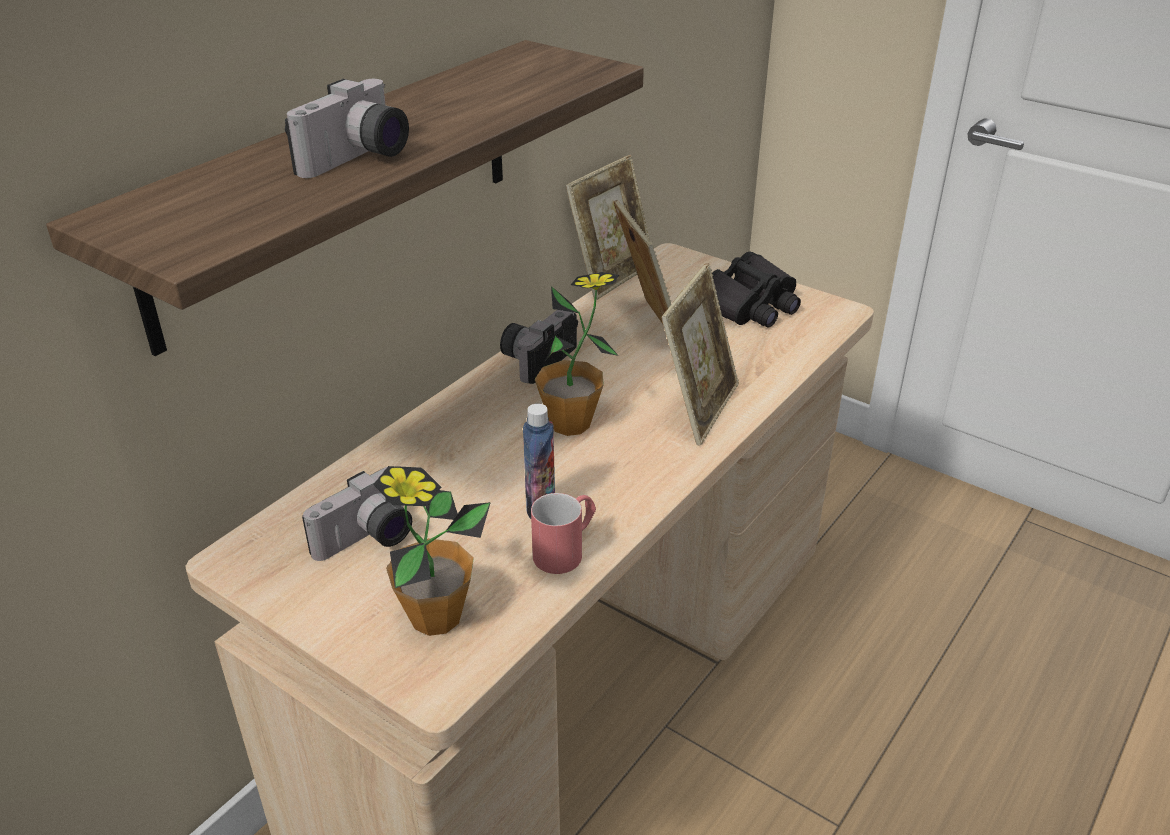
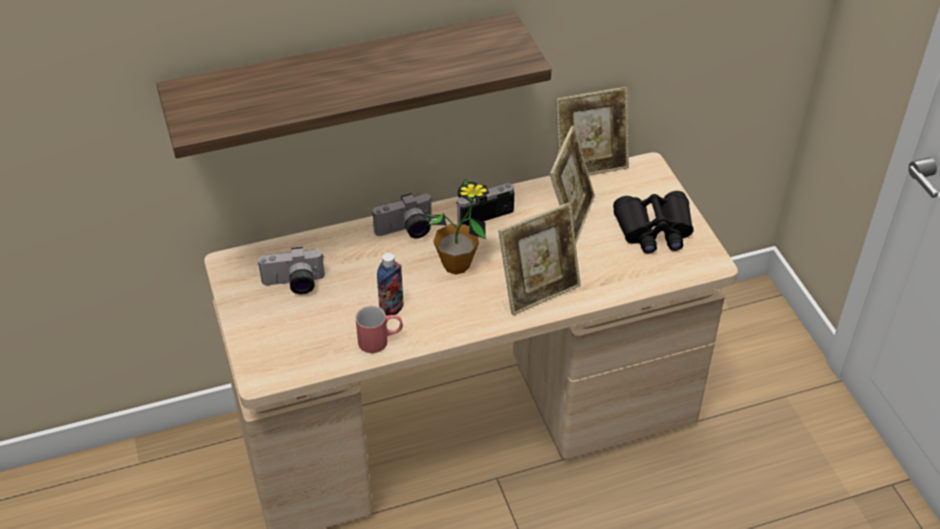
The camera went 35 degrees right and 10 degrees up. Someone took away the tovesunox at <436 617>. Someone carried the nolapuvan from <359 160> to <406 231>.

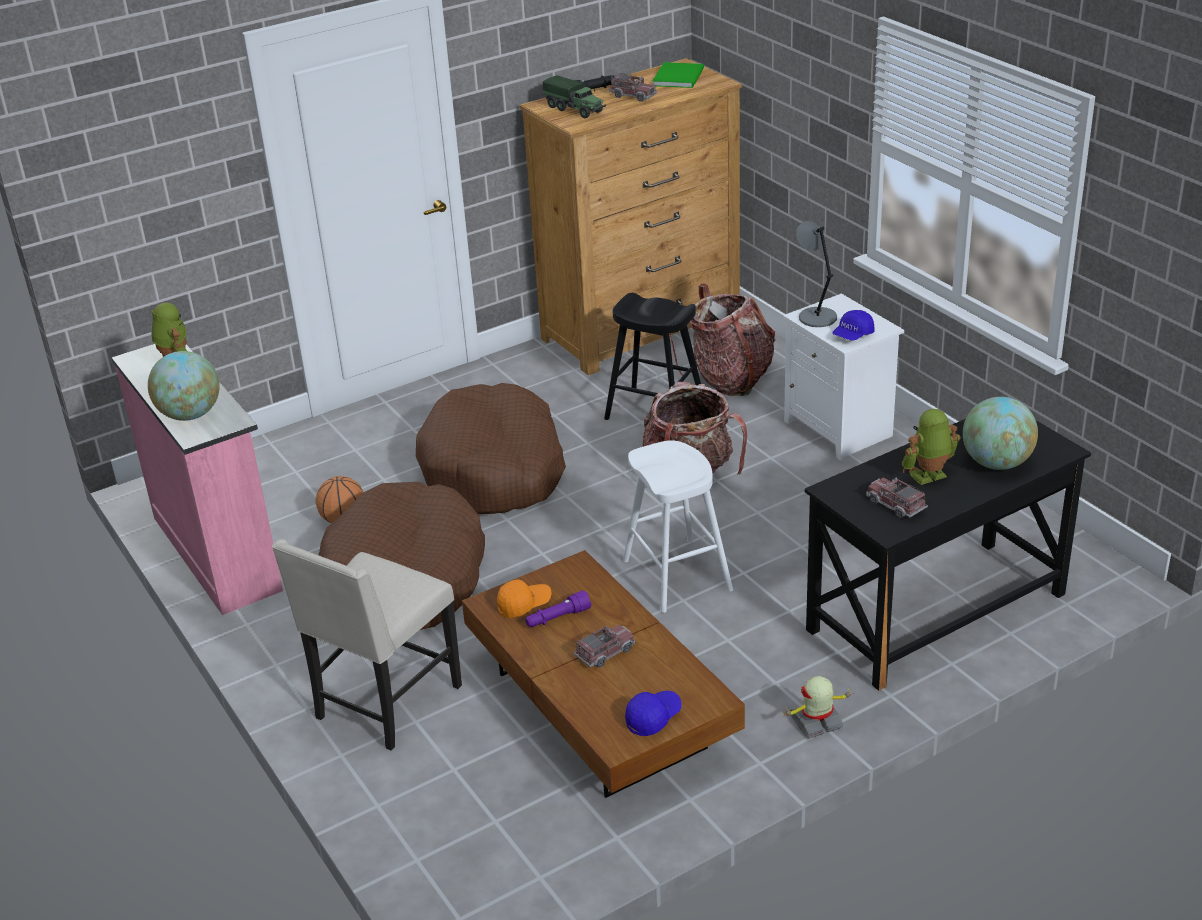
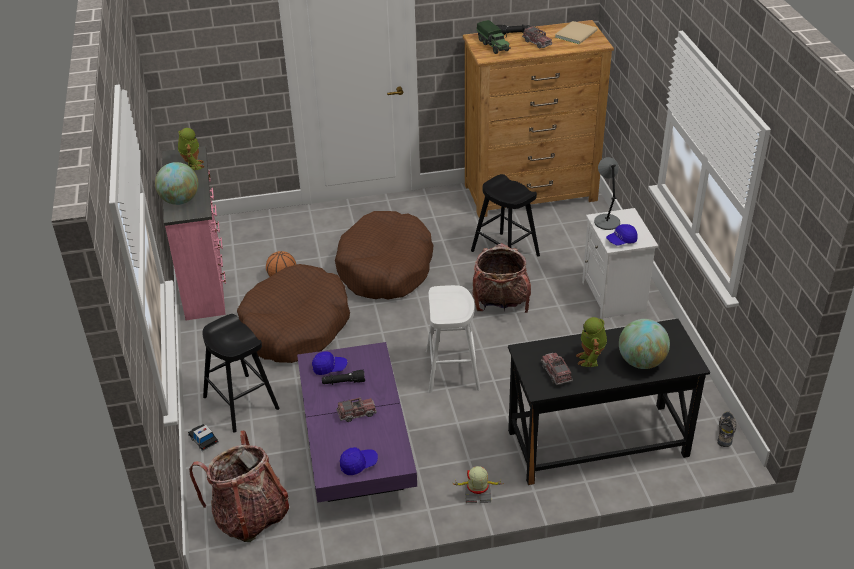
The camera went 20 degrees right and 5 degrees up. Someone put down the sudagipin at <203 439>. Someone put down the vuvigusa at <726 432>. Someone carried the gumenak from <728 379> to <250 516>. Someone swapped the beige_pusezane at <385 703> for the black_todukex at <241 403>. Someone repainted the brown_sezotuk at <599 710>, which became the purple_sezotuk at <355 445>. Someone repainted the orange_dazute at <524 605>, which became the blue_dazute at <329 368>. Someone repainted the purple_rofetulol at <557 618>, which became the black_rofetulol at <343 382>. Someone repainted the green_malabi at <680 76>, which became the beige_malabi at <577 34>. Someone rotated the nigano at <929 477> by 90 degrees counterclockwise.

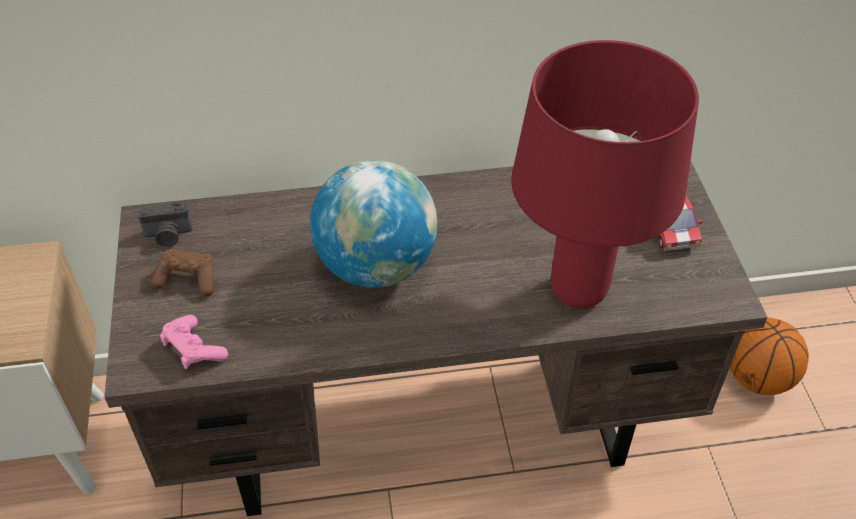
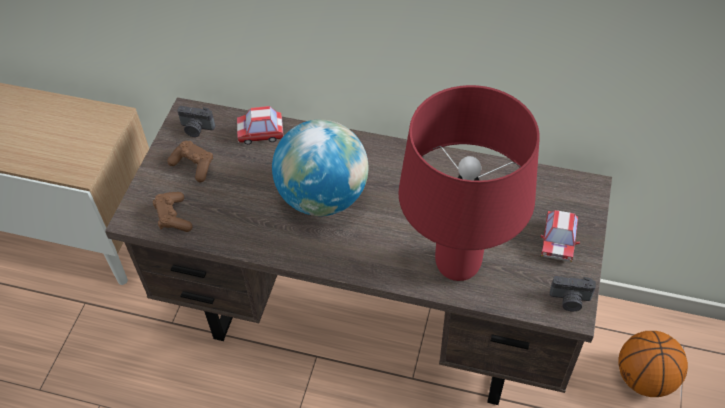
The camera went 25 degrees right and 5 degrees up. Someone put down the sudagipin at <261 133>. Someone put down the nolapuvan at <570 300>. Someone repainted the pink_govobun at <194 350>, which became the brown_govobun at <173 217>.

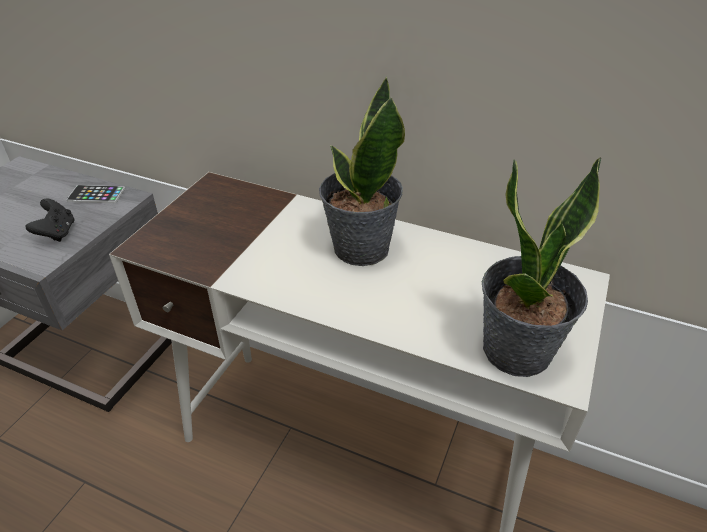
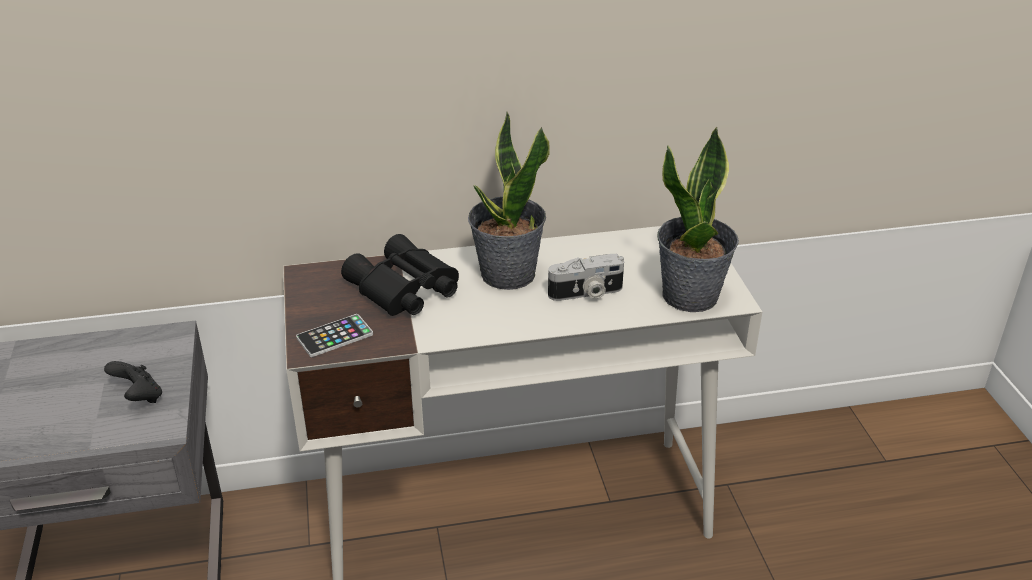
The camera went 35 degrees left and 5 degrees down. Someone put down the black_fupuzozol at <403 290>. Someone put down the nolapuvan at <586 293>. Someone carried the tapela from <96 195> to <335 336>.

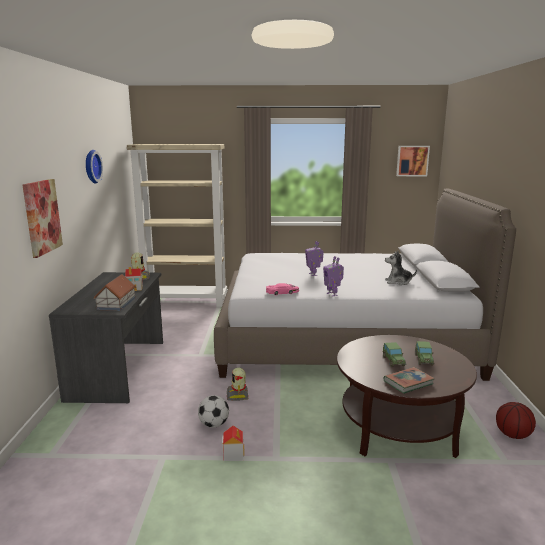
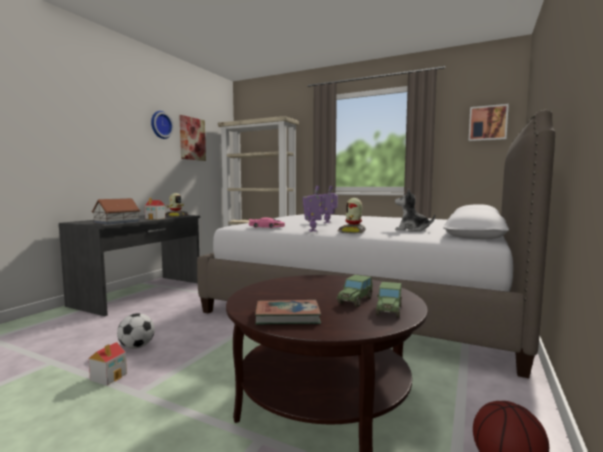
The camera went 25 degrees right and 10 degrees down. Someone carried the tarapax from <42 217> to <192 139>. Someone carried the nigano from <238 395> to <352 232>. Someone carried the sudagipin from <393 361> to <389 310>.

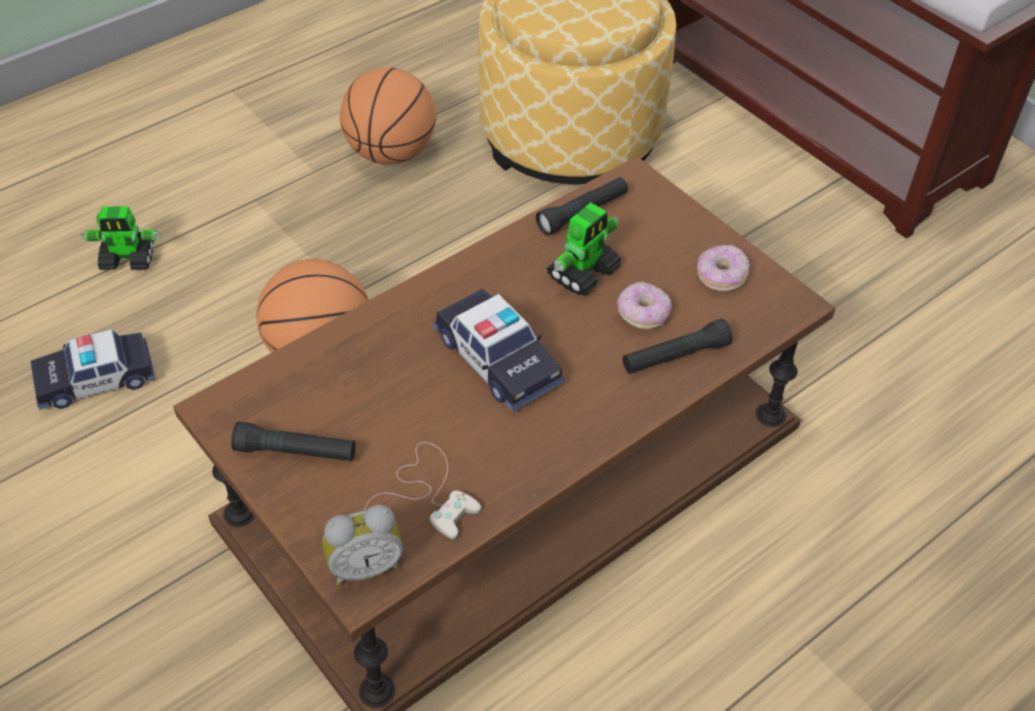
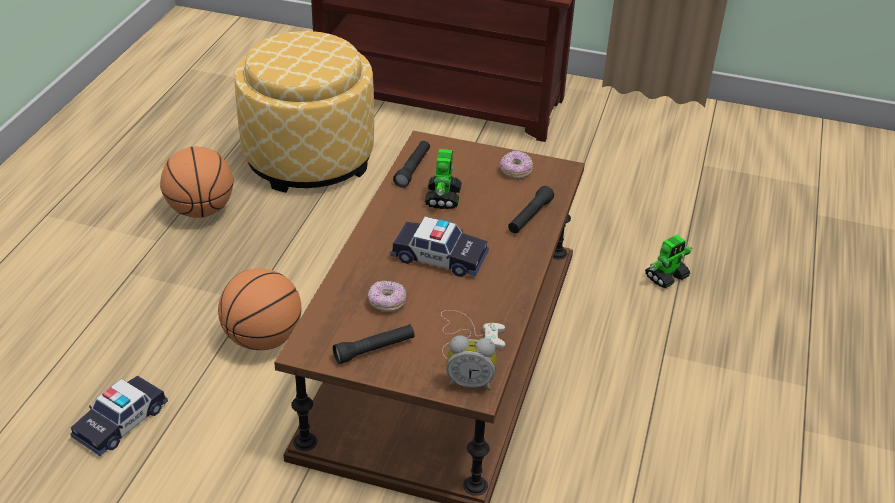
The camera went 35 degrees left and 10 degrees down. Someone carried the nigano from <128 259> to <667 276>. Someone carried the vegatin from <643 314> to <387 303>. Someone rotated the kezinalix at <365 566> by 60 degrees clockwise.

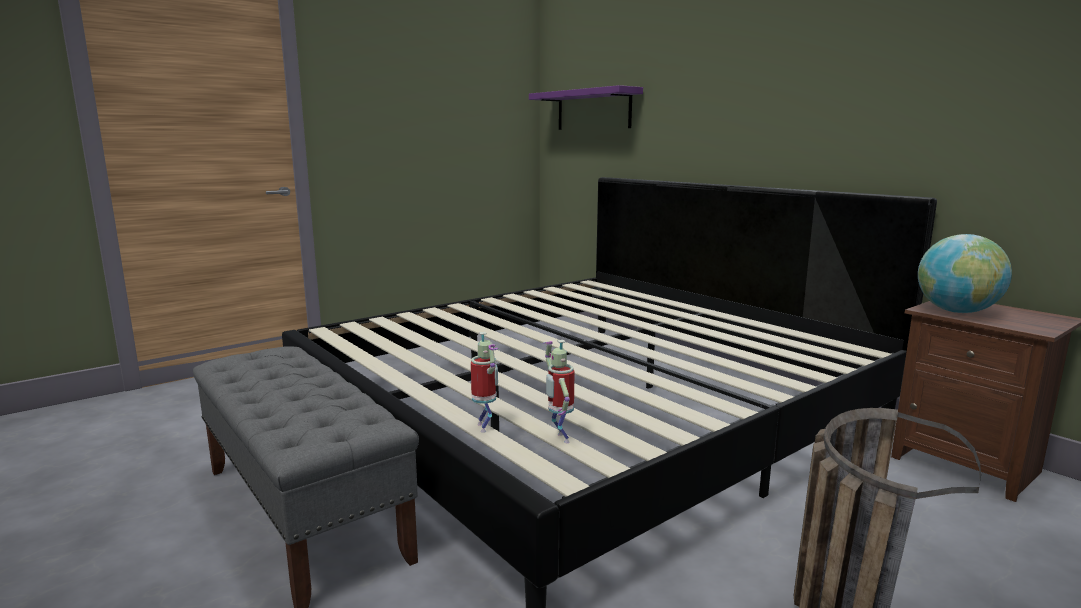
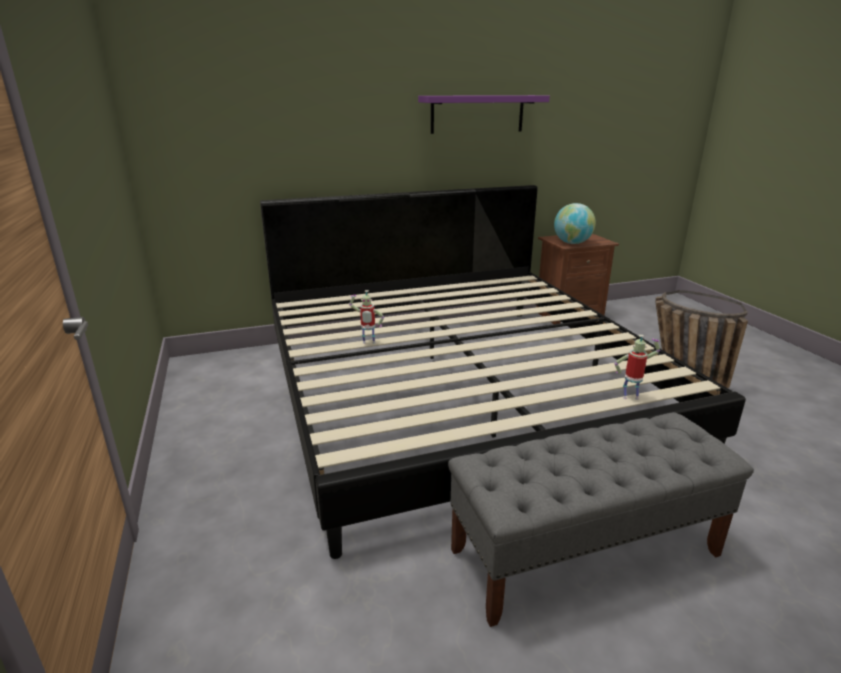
The camera went 70 degrees left and 10 degrees up. Someone carried the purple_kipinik from <593 110> to <477 114>. Someone carried the nigano from <559 438> to <368 343>.

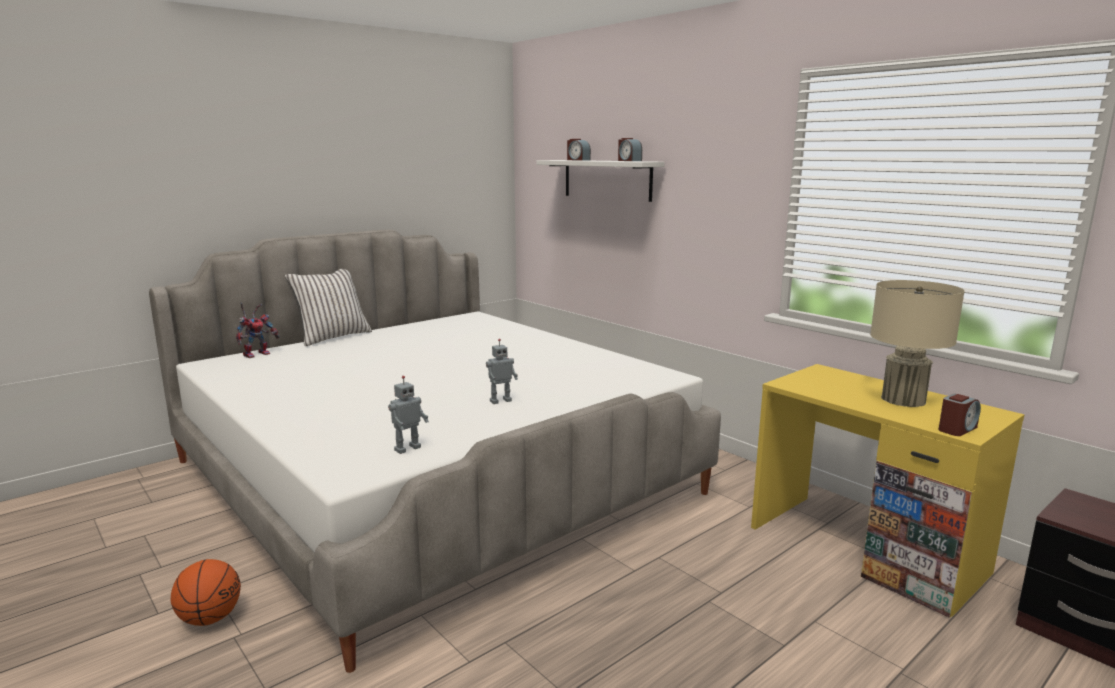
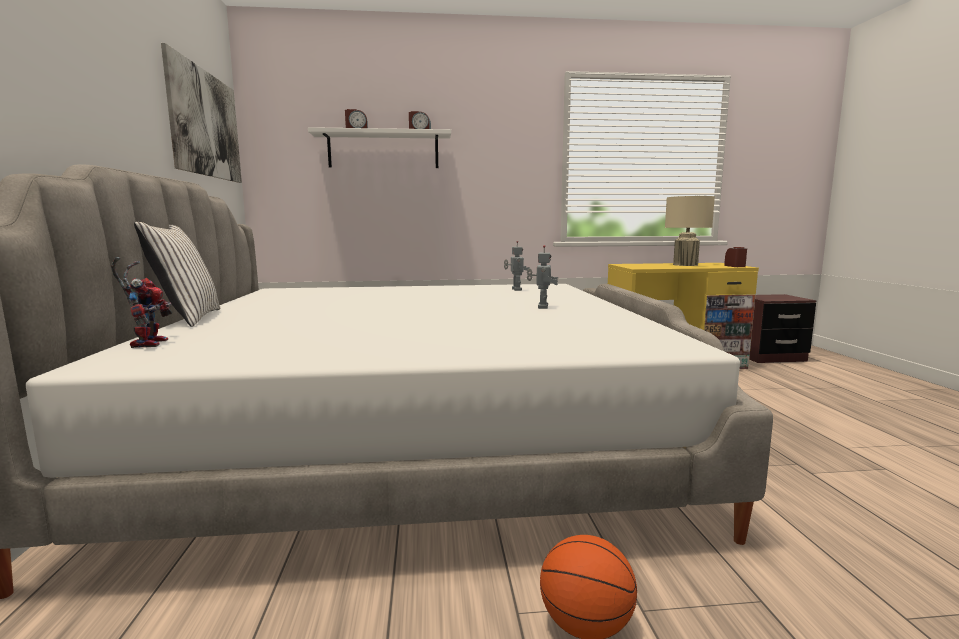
The camera went 55 degrees left and 5 degrees down. Someone put up the tarapax at <206 124>. Someone carried the nigano from <407 448> to <515 289>.

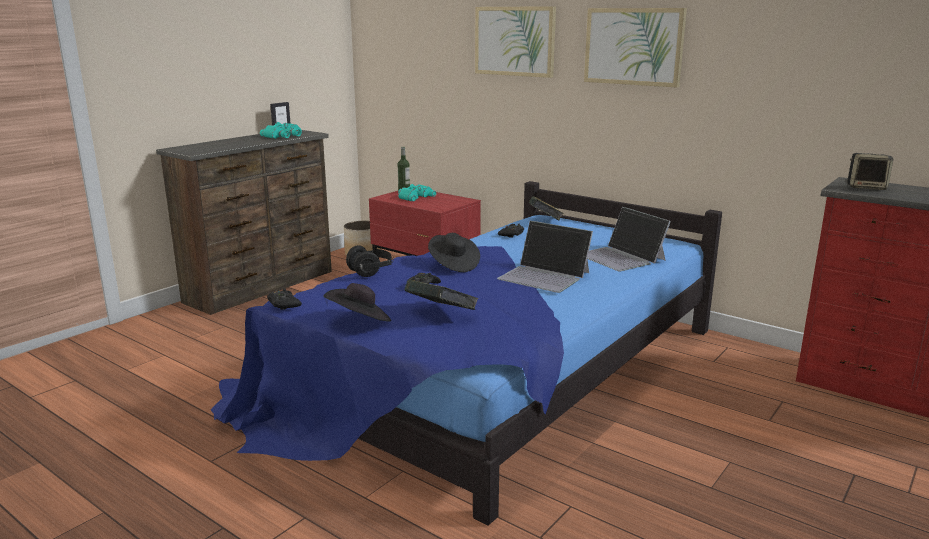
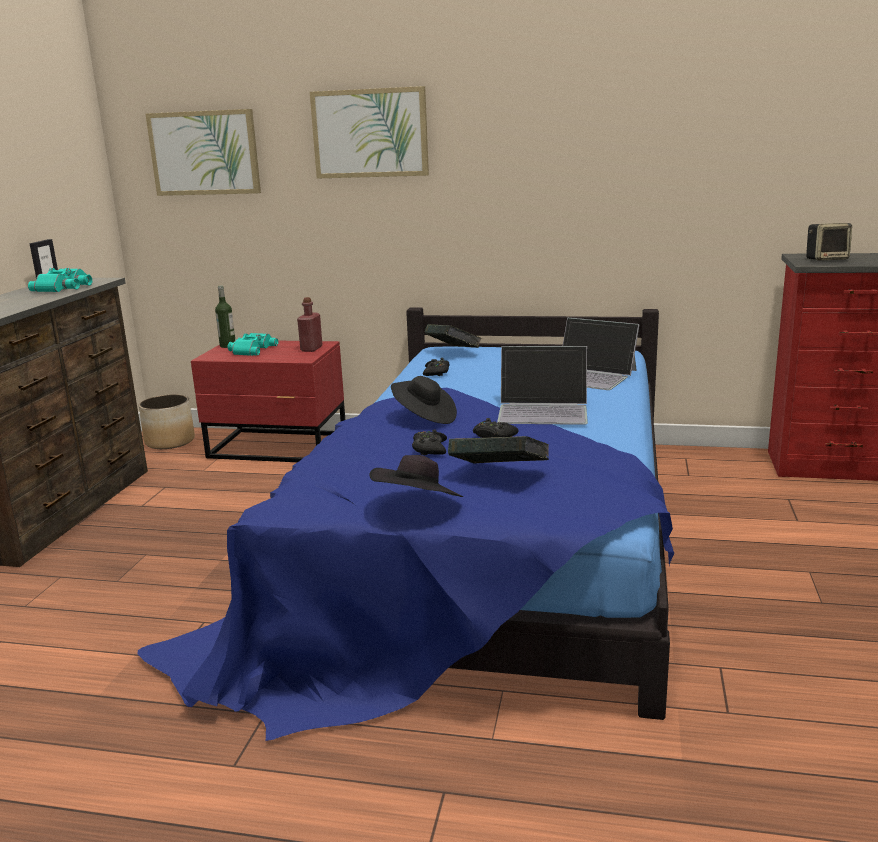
The camera went 25 degrees left and 0 degrees up. Someone took away the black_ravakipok at <371 271>. Someone put down the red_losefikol at <311 349>. Someone carried the black_govobun from <283 304> to <494 436>. Someone carried the tarapax from <634 46> to <205 153>.

